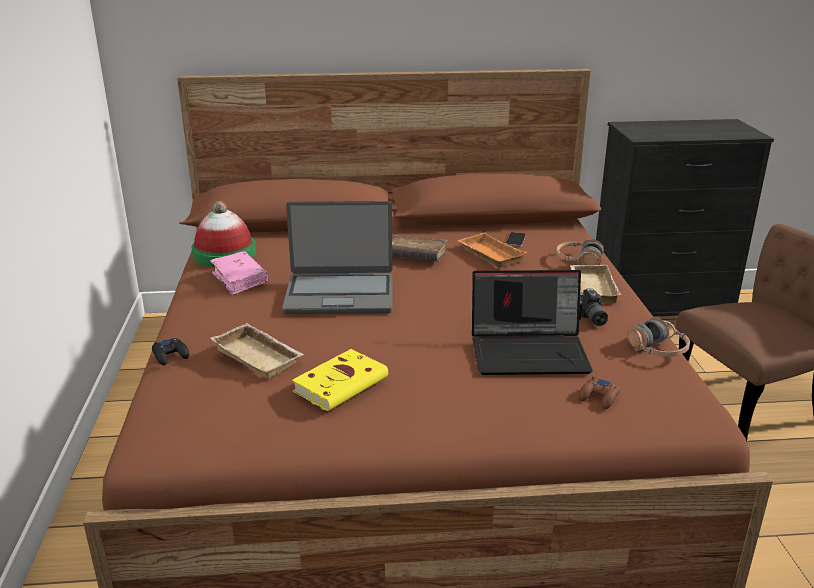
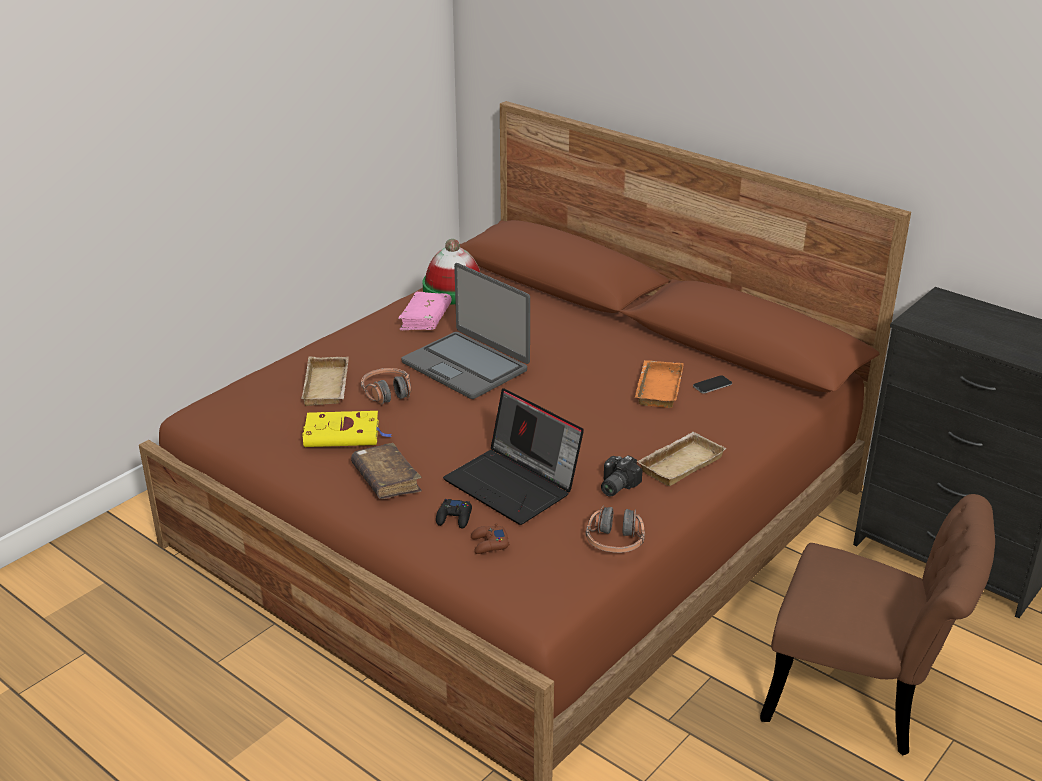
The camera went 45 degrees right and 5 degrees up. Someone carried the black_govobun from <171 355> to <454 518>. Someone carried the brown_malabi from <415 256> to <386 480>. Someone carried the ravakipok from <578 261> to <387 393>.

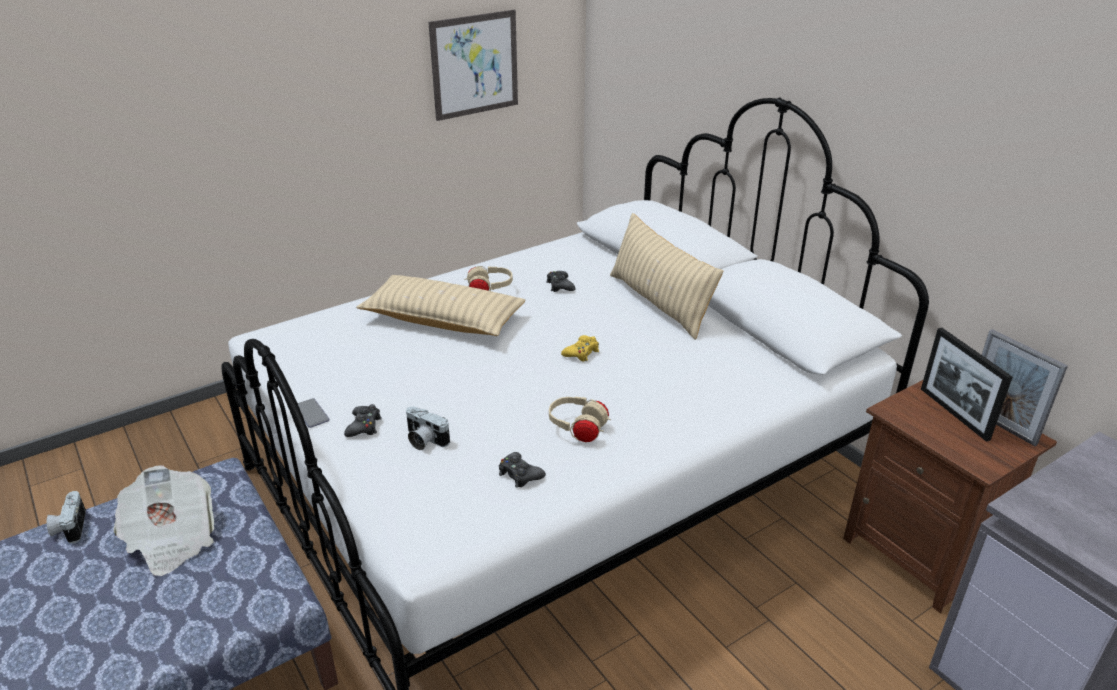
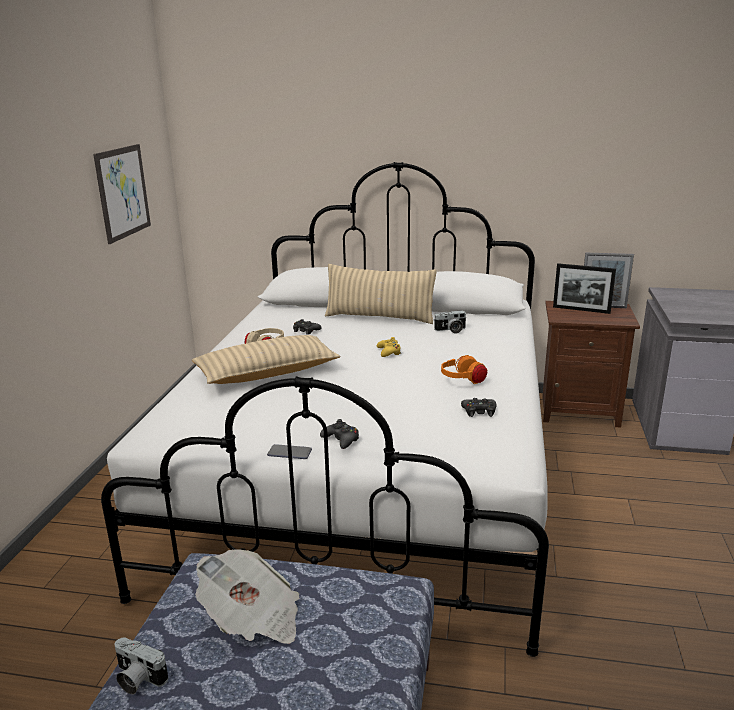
The camera went 45 degrees left and 10 degrees down. Someone carried the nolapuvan from <424 440> to <451 330>. Someone repainted the beige_ravakipok at <578 429>, which became the orange_ravakipok at <463 381>.

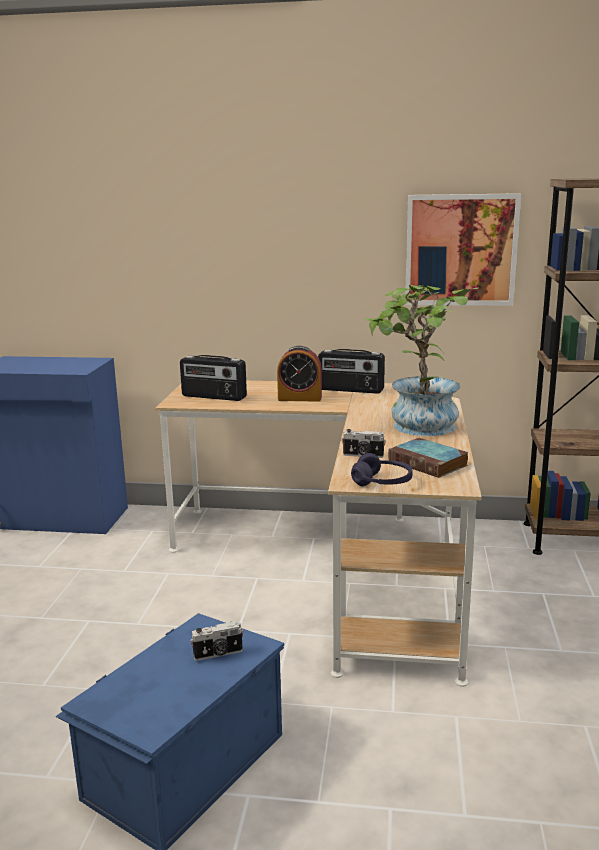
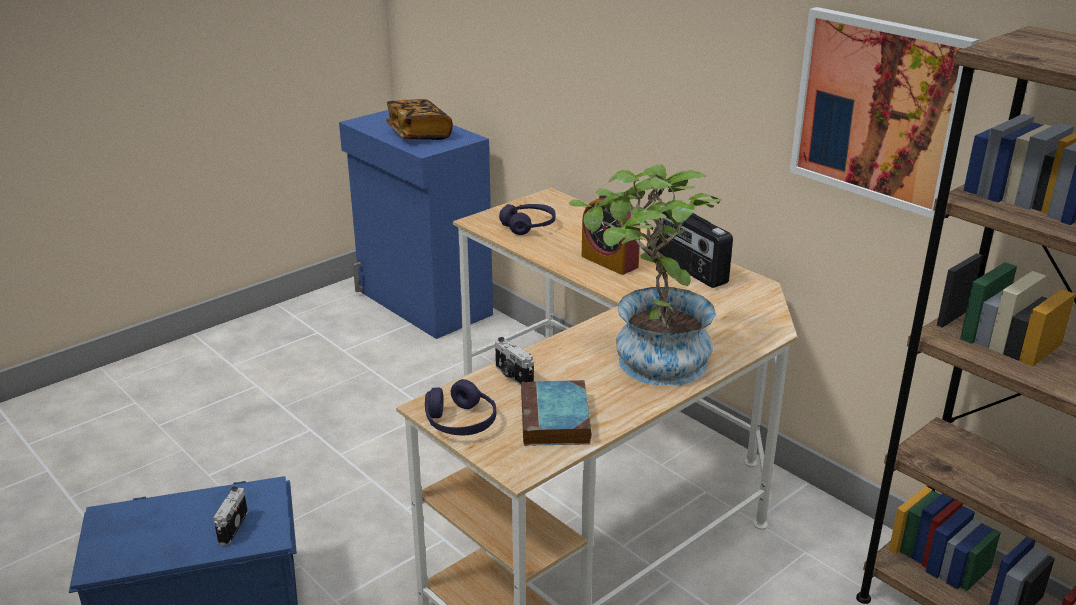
The camera went 40 degrees right and 10 degrees up. Someone put down the malabi at <419 134>. Someone swapped the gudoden at <213 397> for the purple_ravakipok at <528 226>. Someone rotated the nolapuvan at <218 654> by 75 degrees clockwise.

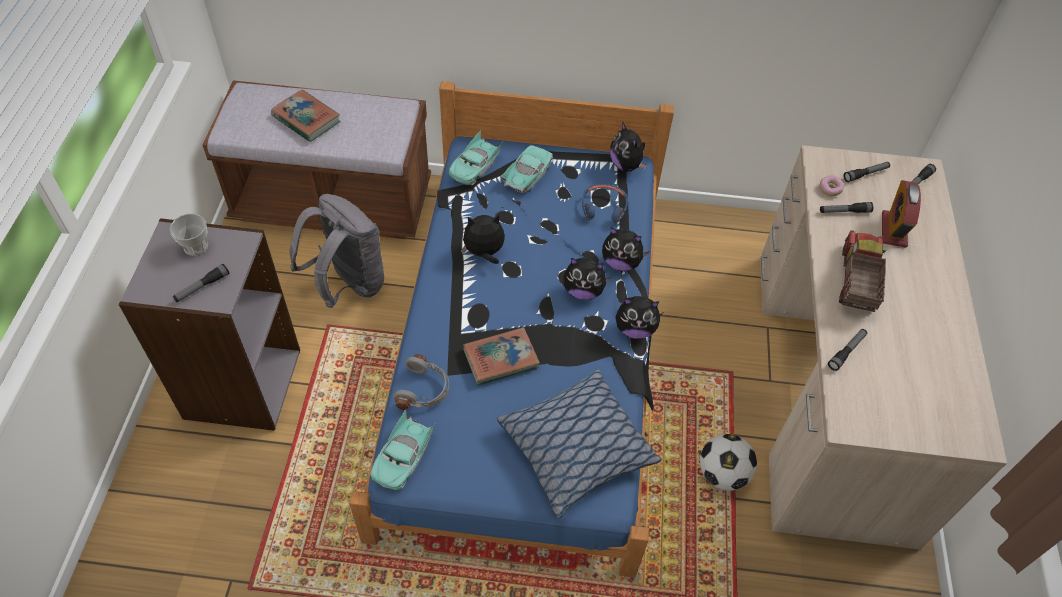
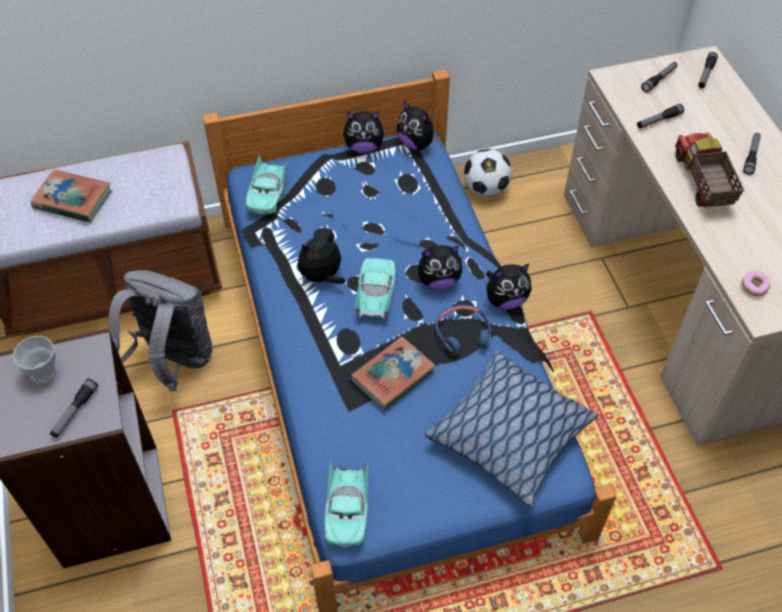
The camera went 20 degrees left and 0 degrees up. Someone took away the grey_ravakipok at <424 390>. Someone took away the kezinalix at <893 230>. Someone carried the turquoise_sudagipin from <527 175> to <375 294>. Someone carried the blue_ravakipok from <603 207> to <462 333>. Someone carried the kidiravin from <621 263> to <364 147>. Someone carried the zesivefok from <722 474> to <486 189>. Someone carried the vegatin from <829 189> to <754 287>. Someone carried the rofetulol from <846 351> to <751 156>.

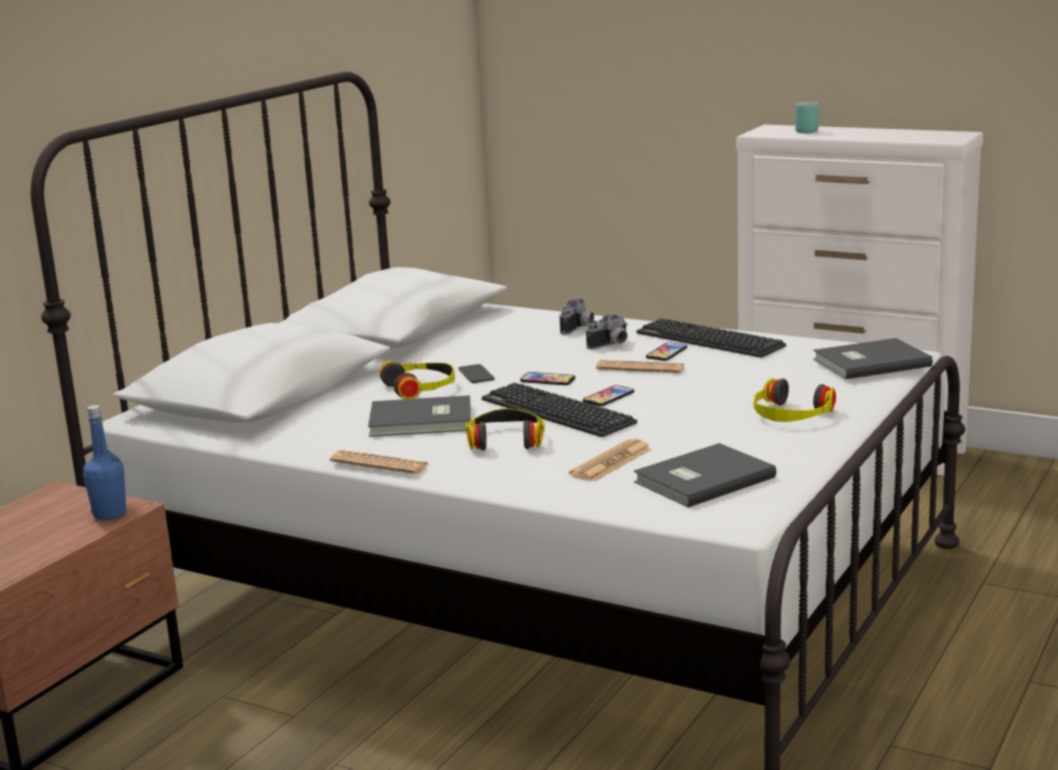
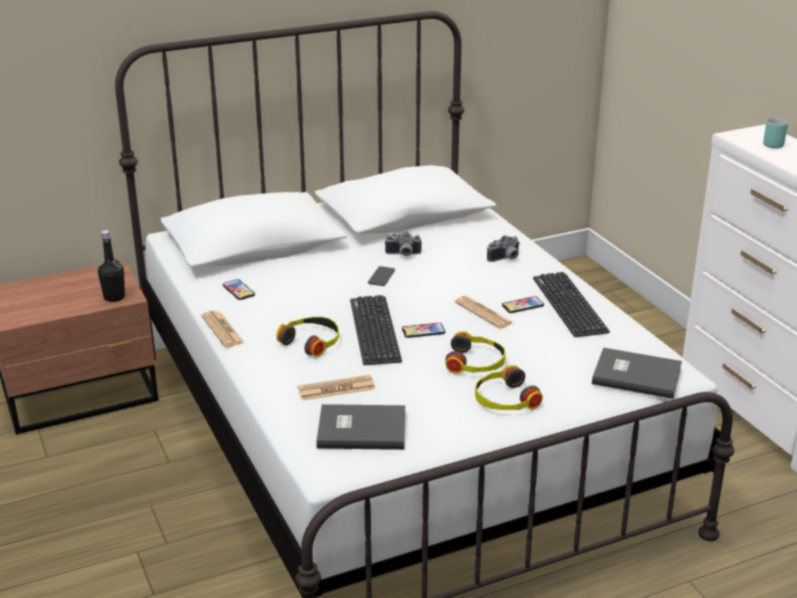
The camera went 35 degrees right and 10 degrees up. Someone took away the grey_malabi at <422 421>. Someone carried the ravakipok from <420 388> to <476 363>. Someone carried the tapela from <547 380> to <238 290>. Someone carried the nolapuvan from <611 345> to <403 255>. Someone repainted the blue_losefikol at <110 514>, which became the black_losefikol at <114 297>.

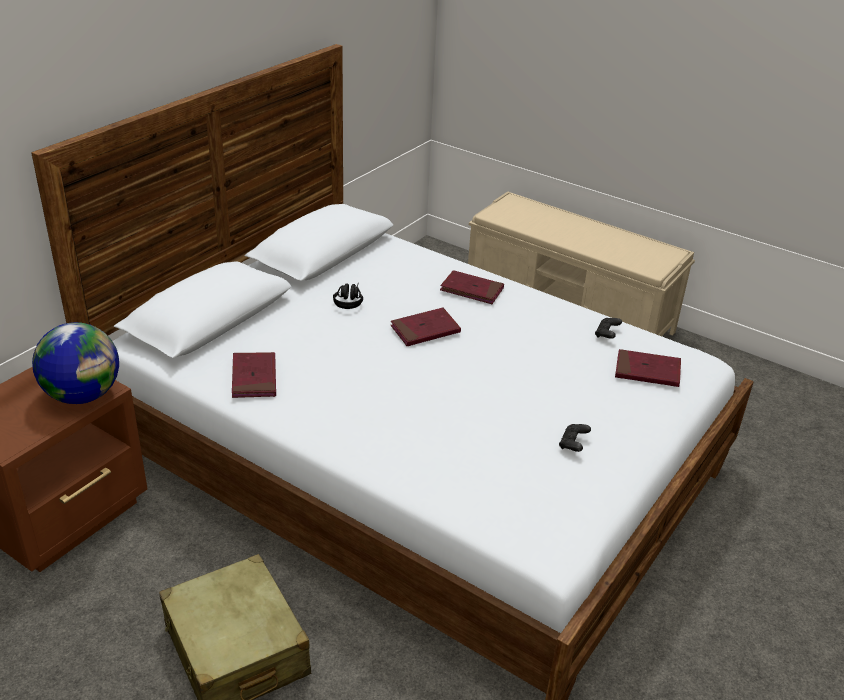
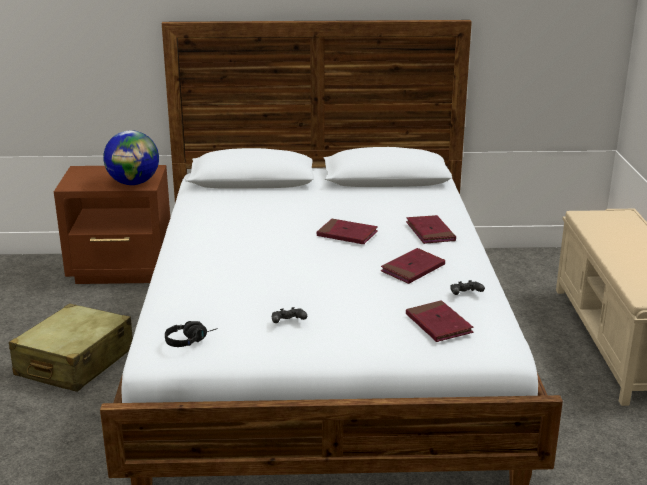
The camera went 55 degrees right and 10 degrees down. Someone carried the red_malabi from <254 378> to <413 269>. Someone carried the black_ravakipok from <349 300> to <191 340>.

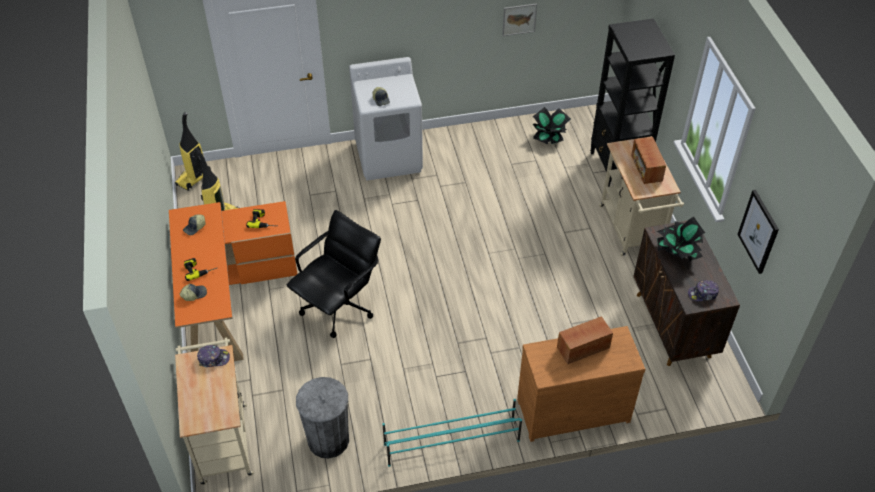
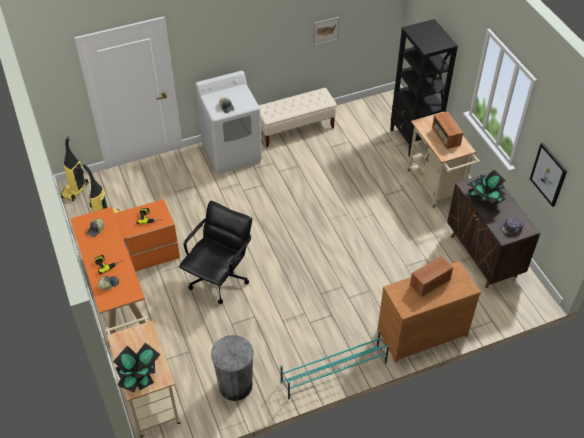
The camera went 10 degrees left and 0 degrees up. Someone took away the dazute at <213 358>. Someone put down the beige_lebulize at <295 129>. Someone carried the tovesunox from <549 137> to <139 376>.

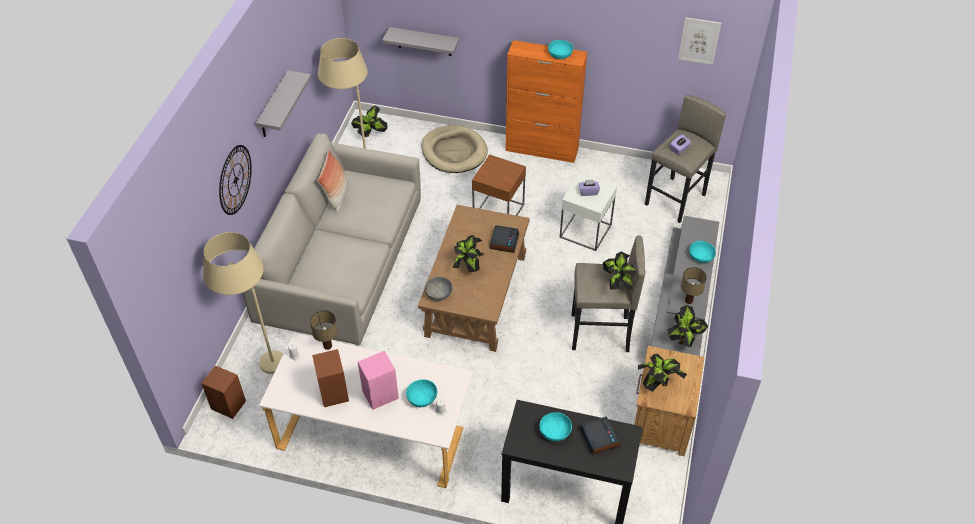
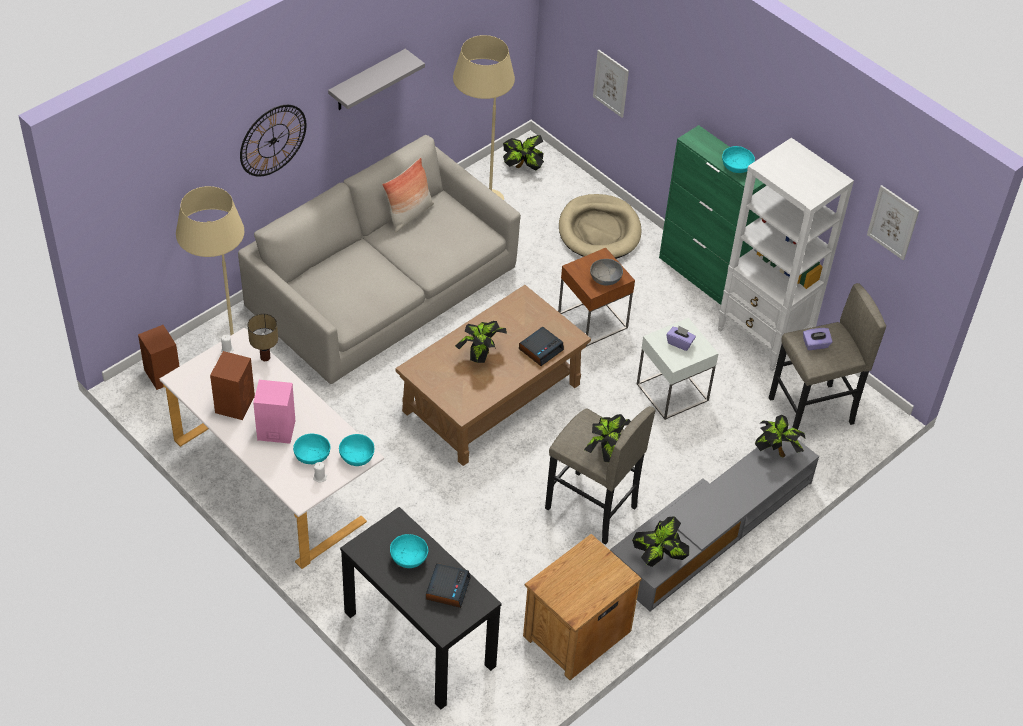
The camera went 30 degrees right and 0 degrees up. Someone took away the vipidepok at <689 300>. Someone put down the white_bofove at <764 337>. Someone carried the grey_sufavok from <439 294> to <605 279>. Someone carried the tovesunox from <658 384> to <776 451>. Someone carried the turquoise_sufavok from <701 256> to <357 456>. Someone swapped the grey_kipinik at <424 41> for the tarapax at <611 83>. Someone repainted the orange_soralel at <542 149>, which became the green_soralel at <703 277>.

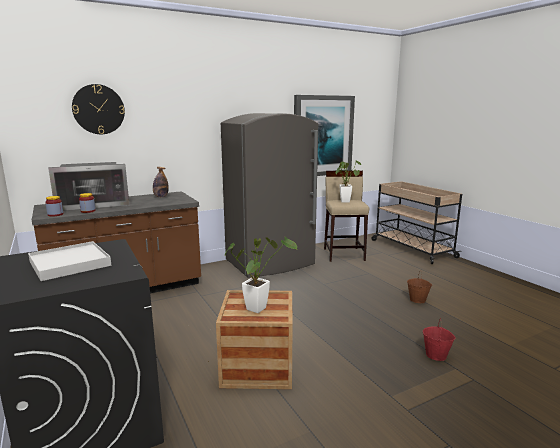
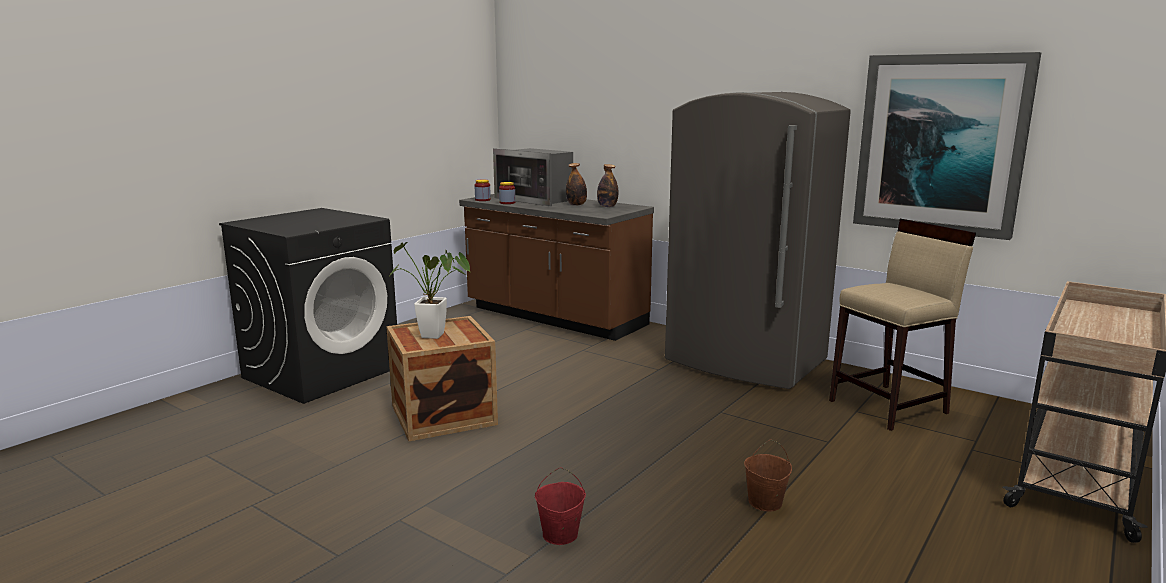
The camera went 65 degrees right and 0 degrees up. Someone took away the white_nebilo at <70 264>. Someone took away the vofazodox at <98 109>. Someone took away the tovesunox at <345 201>. Someone put down the losefikol at <576 205>.

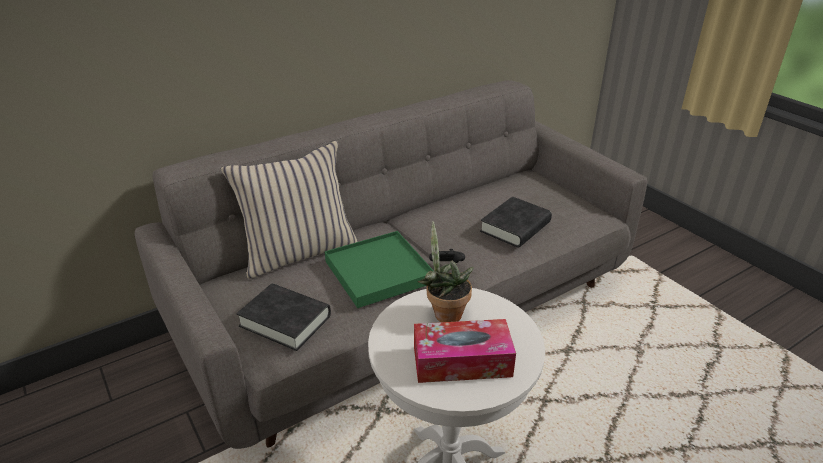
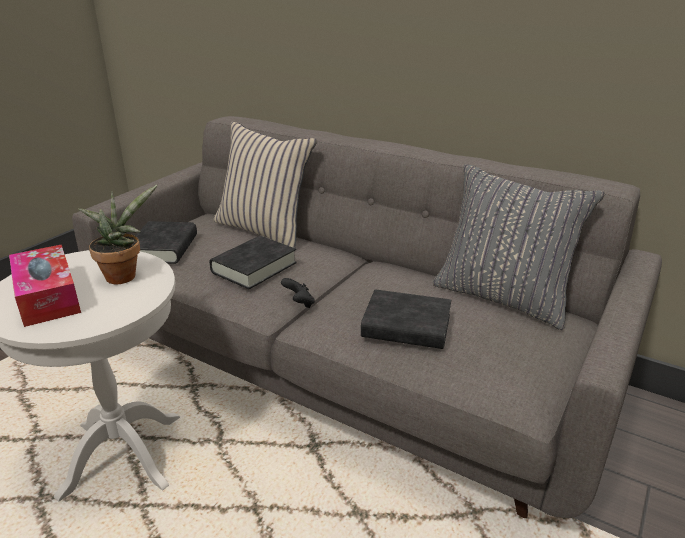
The camera went 65 degrees right and 5 degrees down. Someone put down the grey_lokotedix at <502 297>. Someone swapped the green_nebilo at <378 272> for the black_malabi at <254 267>.

